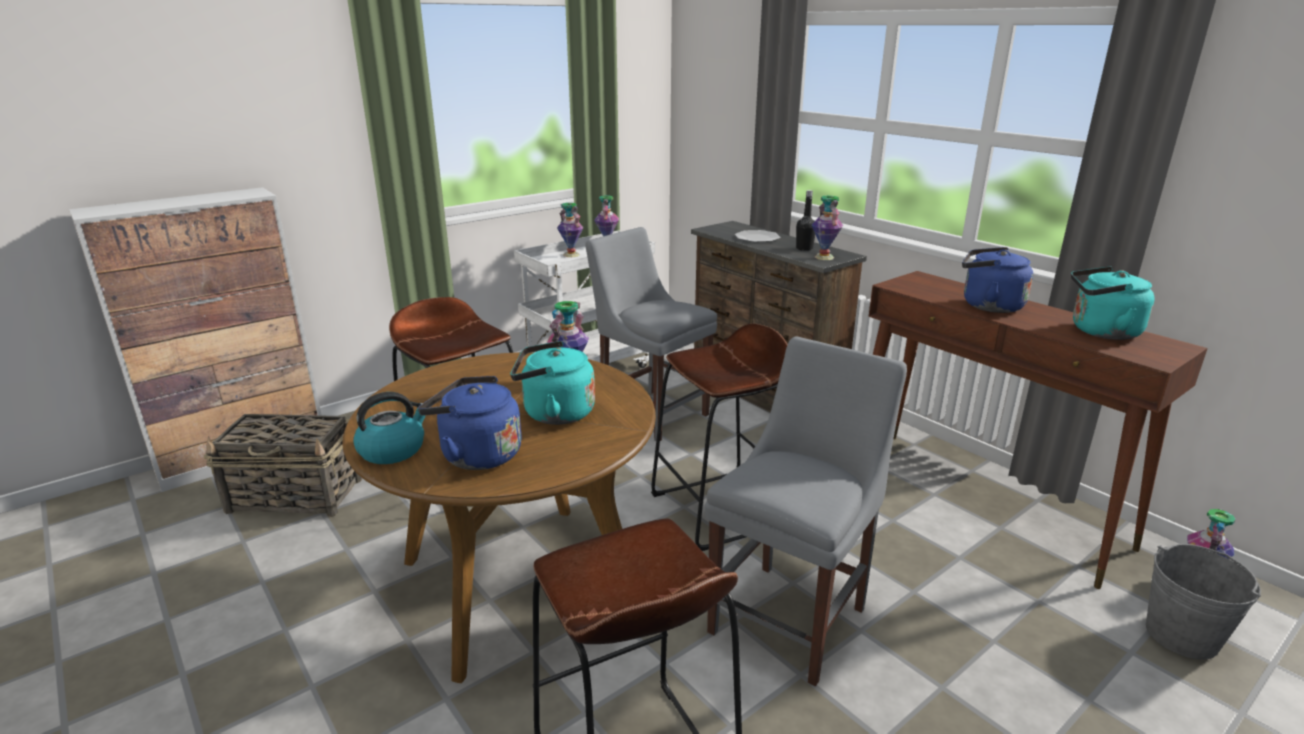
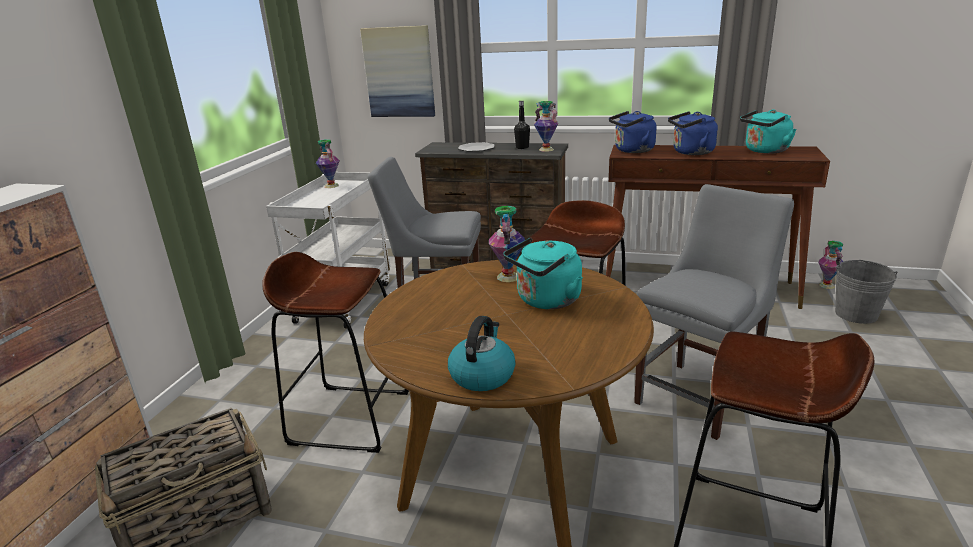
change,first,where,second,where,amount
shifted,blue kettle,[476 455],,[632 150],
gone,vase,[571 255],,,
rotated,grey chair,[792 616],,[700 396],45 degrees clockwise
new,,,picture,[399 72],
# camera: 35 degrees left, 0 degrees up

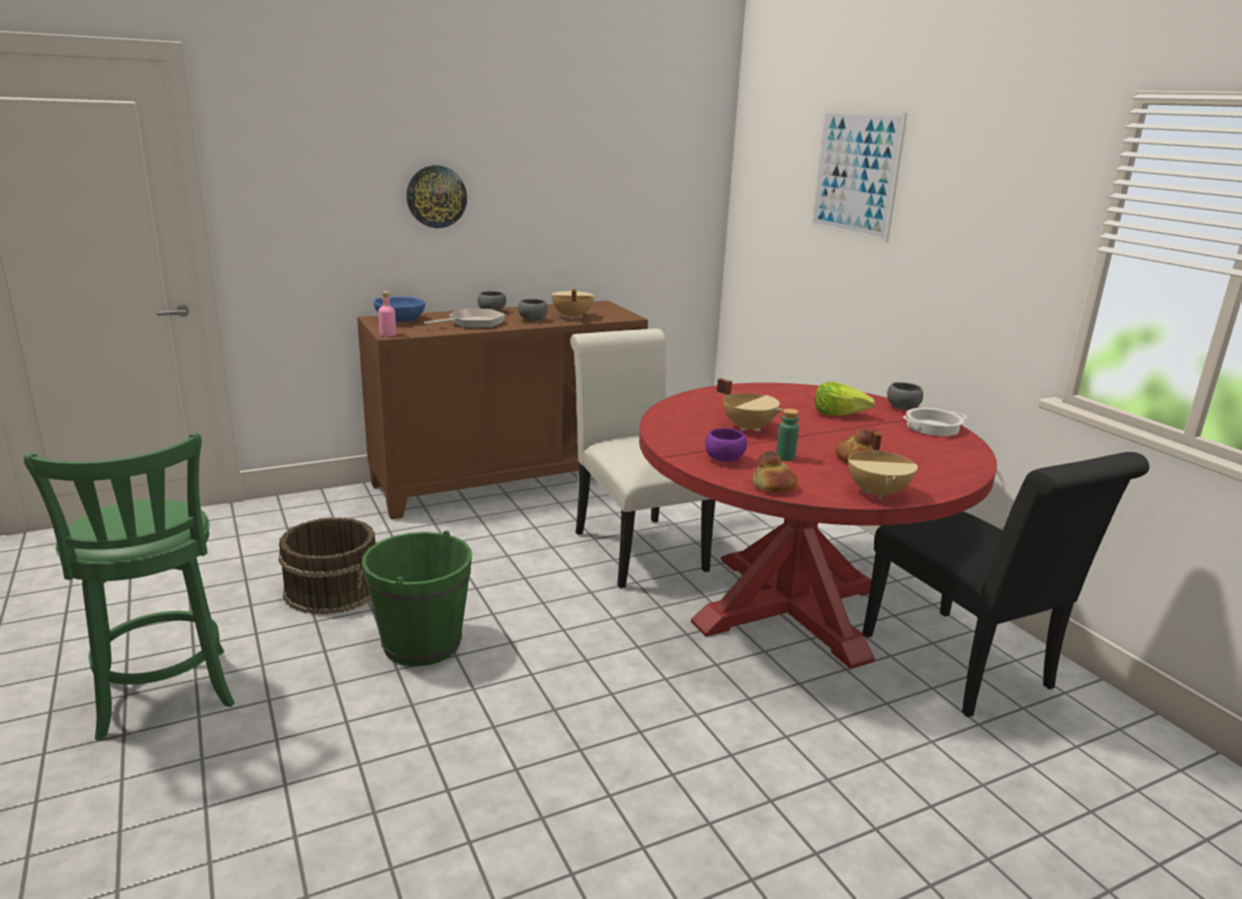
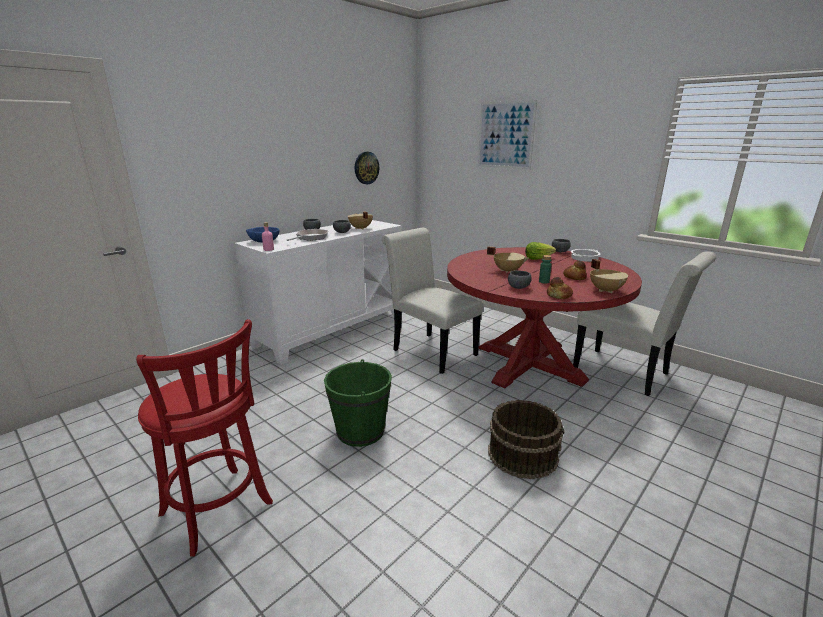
change,first,where,second,where,amount
repainted,green stool,[164 697],red stool,[219 512],
shifted,brown bucket,[333 589],,[522 454],
repainted,brown cabinet,[507 480],white cabinet,[331 330],
shifted,wall clock,[436 196],,[366 168],
repainted,purple bowl,[725 459],grey bowl,[519 287],
repainted,black chair,[964 668],white chair,[626 374],
# camera: 20 degrees left, 0 degrees up

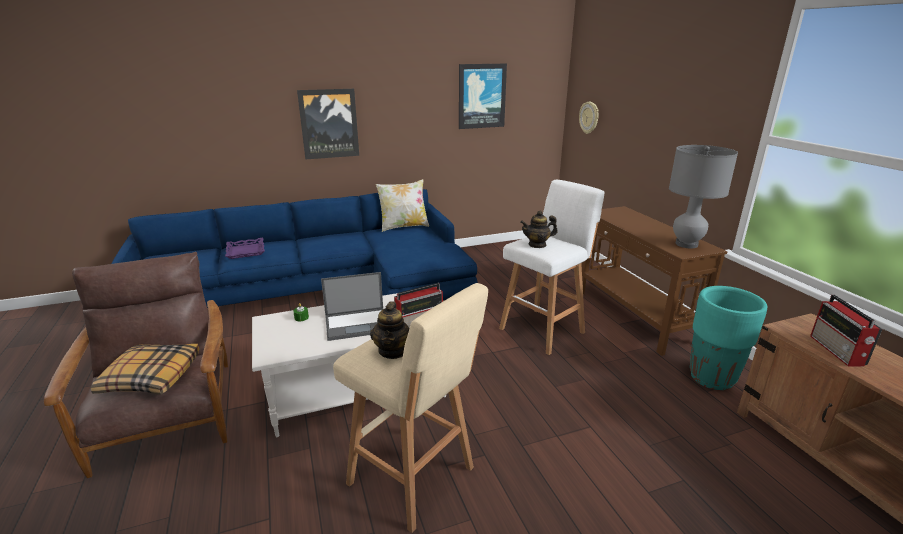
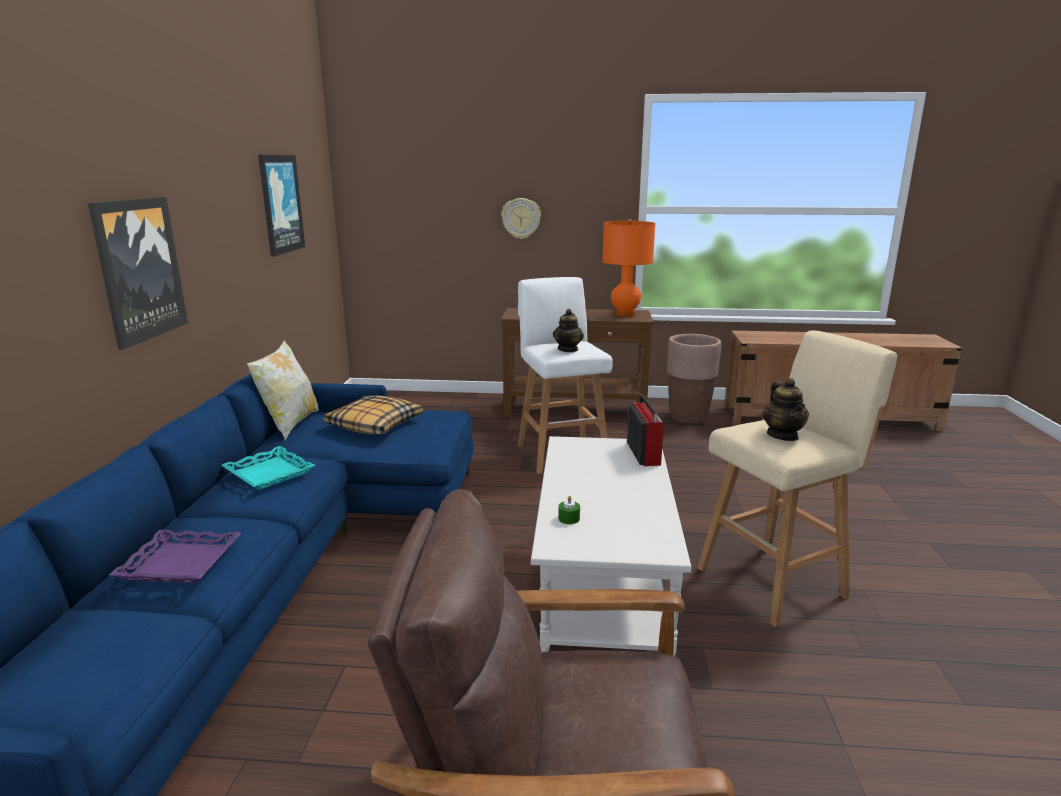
change,first,where,second,where,amount
shifted,pillow,[151 377],,[374 425],
gone,laptop,[357 324],,,
rotated,teapot,[392 351],,[783 435],60 degrees clockwise
shifted,wall clock,[589 117],,[521 218],
repainted,grey table lamp,[686 244],orange table lamp,[625 314],
repainted,turquoise planter,[712 378],brown planter,[688 417],
gone,radio,[837 351],,,
new,,,turquoise tray,[268 473],
# camera: 65 degrees left, 5 degrees down

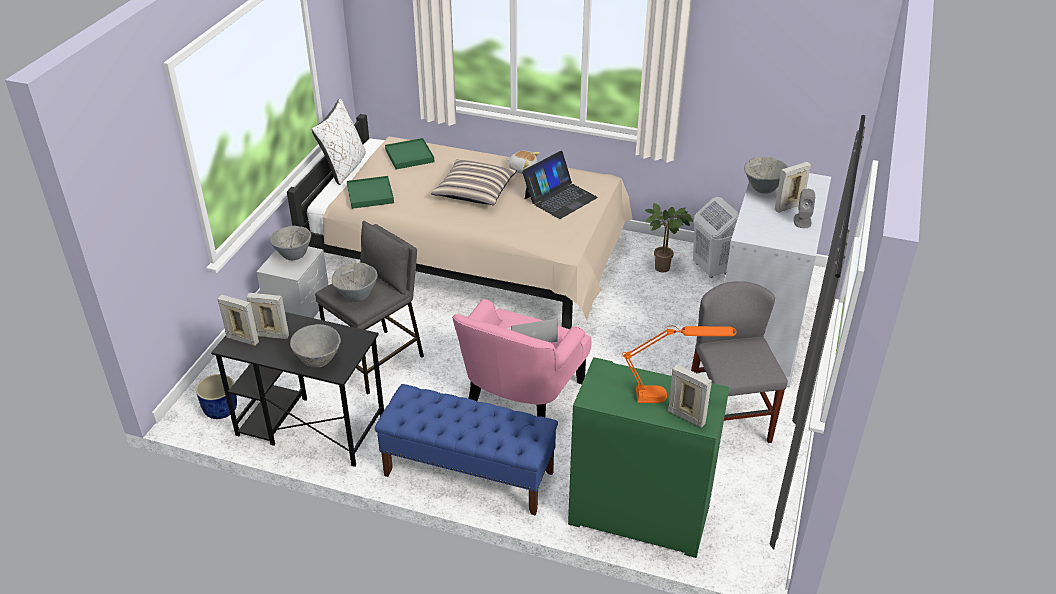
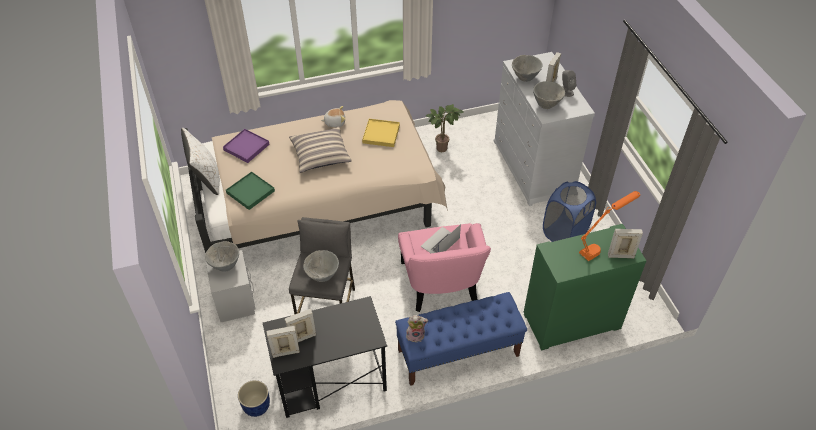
change,first,where,second,where,amount
shifted,grey bowl,[318 361],,[546 104],
repainted,green tray,[409 156],purple tray,[246 147],
swapped,laptop,[560 198],yellow tray,[381 134],
swapped,grey chair,[728 419],blue laundry basket,[564 233],
gone,white laundry basket,[711 269],,,
new,,,plush toy,[416 335],
# camera: 35 degrees left, 10 degrees up

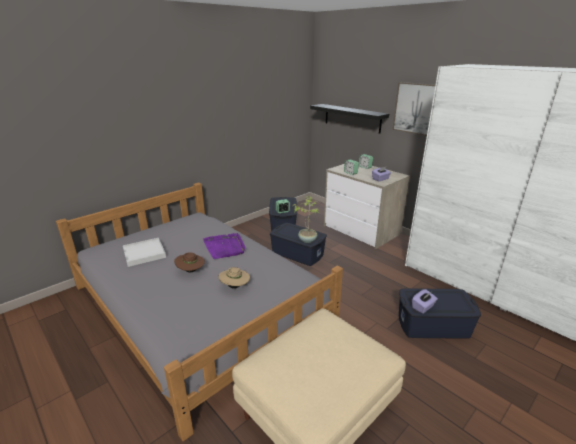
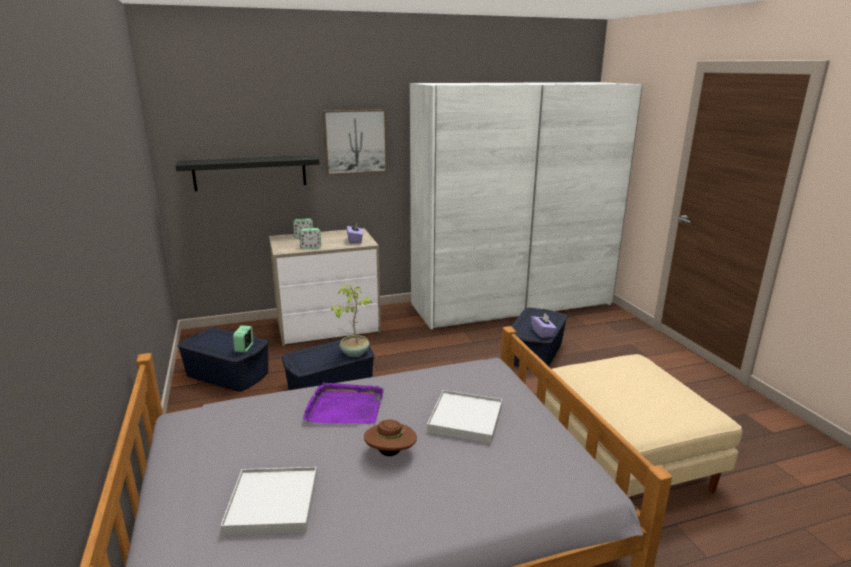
change,first,where,second,where,amount
swapped,beige hat,[235 287],white tray,[465 419],
# camera: 65 degrees left, 5 degrees down

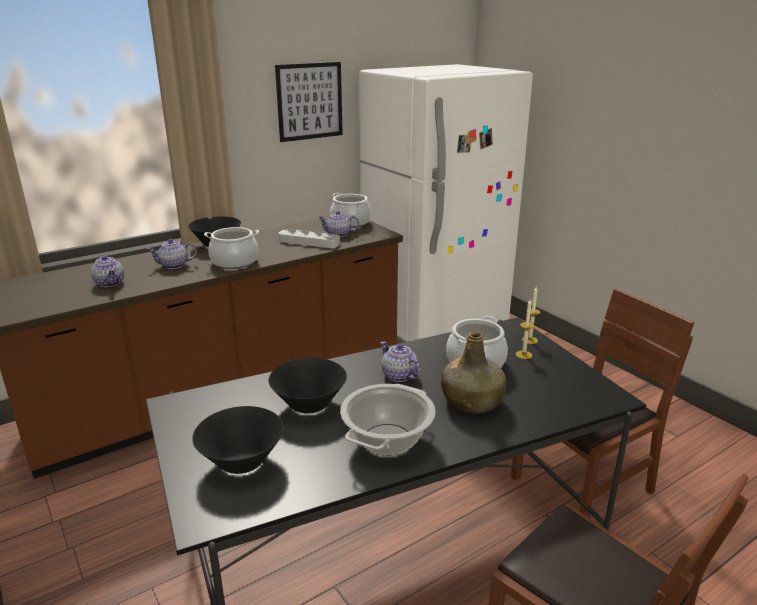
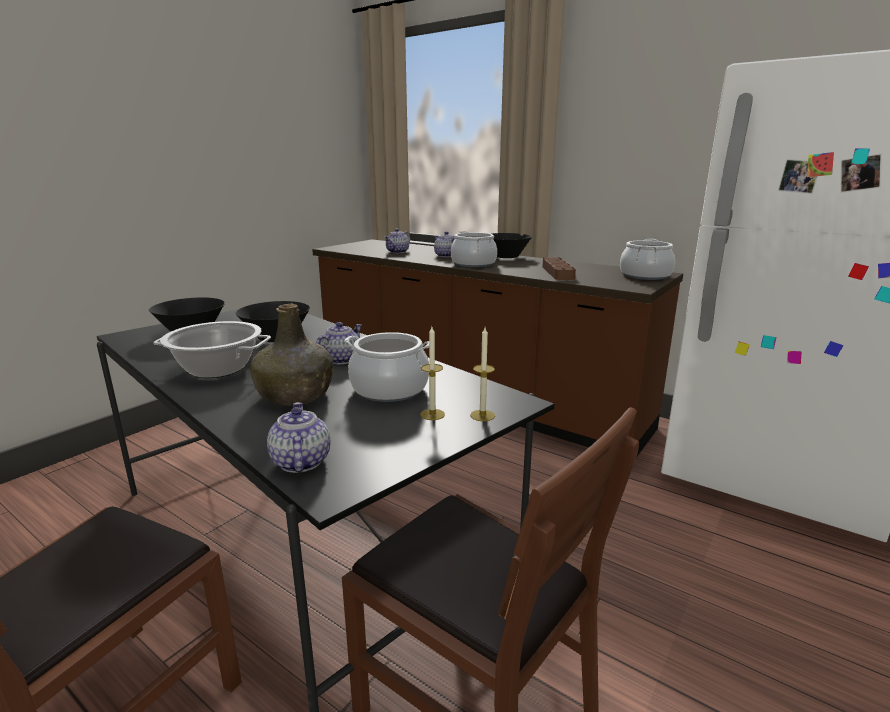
change,first,where,second,where,amount
gone,picture,[310 101],,,
repainted,grey tray,[309 242],brown tray,[557 272],
shifted,teapot,[338 234],,[300 461],
# camera: 70 degrees right, 5 degrees down

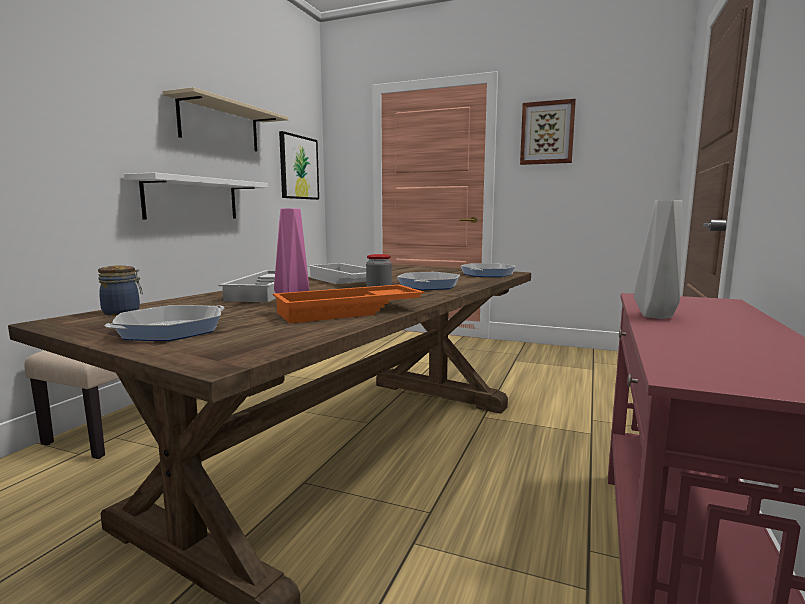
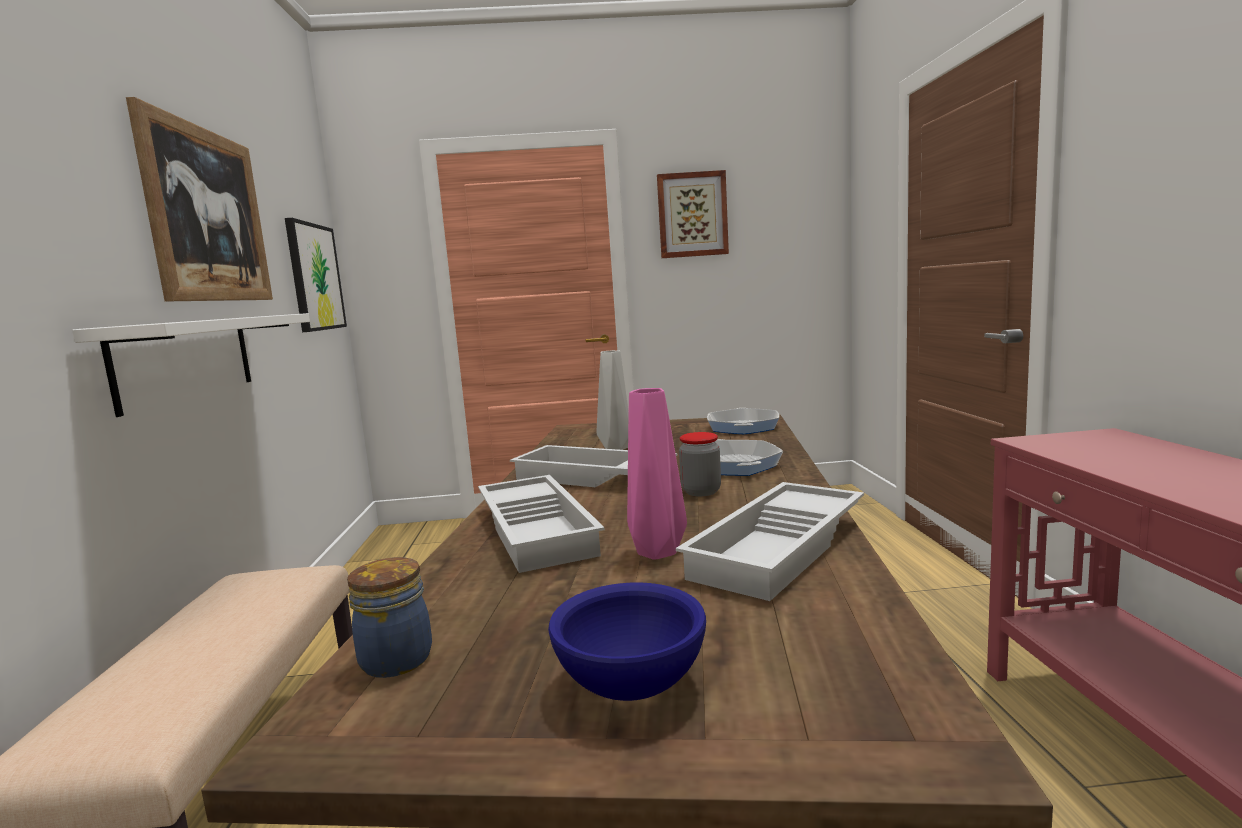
change,first,where,second,where,amount
swapped,frying pan,[170 330],blue bowl,[630 684],
swapped,beige shelf,[220 126],picture,[208 215],
repainted,orange tray,[349 312],white tray,[781 549],
shifted,grey vase,[657 316],,[617 448],
# camera: 25 degrees left, 0 degrees up

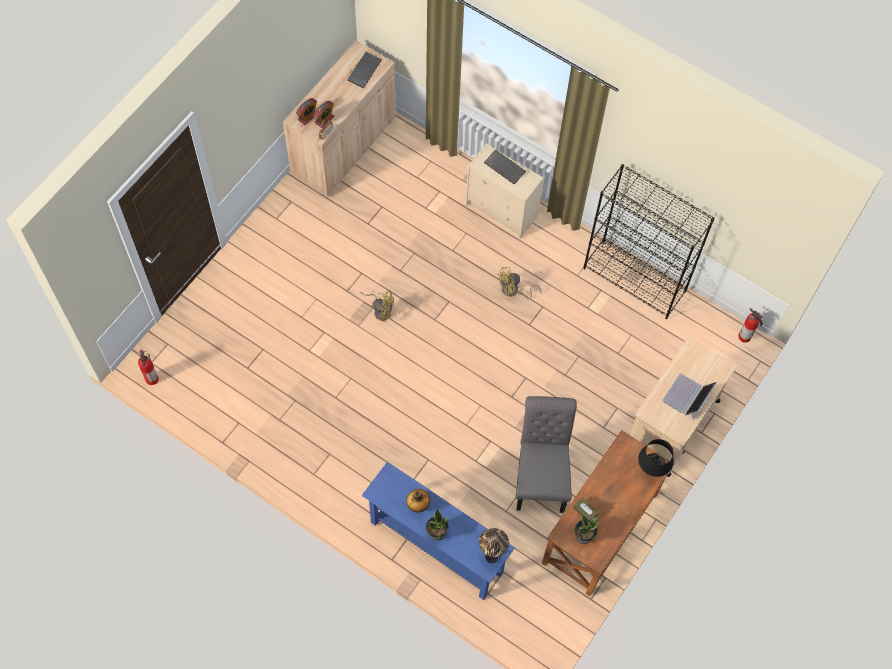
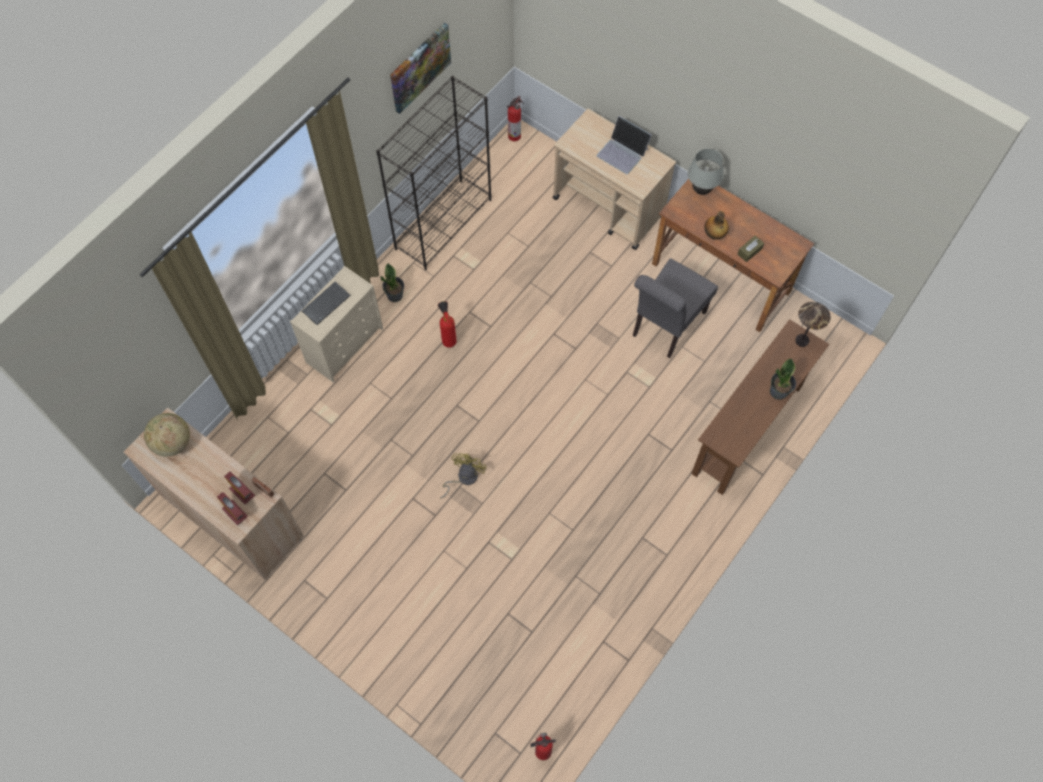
change,first,where,second,where,amount
swapped,keyboard,[364 70],globe,[172 443],
repainted,blue console table,[436 547],brown console table,[747 430],
shifted,bottle,[418 504],,[714 235],
swapped,yellow fan,[513 291],fire extinguisher,[448 339],
rotated,grey chair,[540 476],,[665 326],60 degrees counterclockwise
shifted,potted plant,[583 536],,[395 295],
repainted,black table lamp,[651 469],white table lamp,[701 190],
new,,,picture,[419 67],
# camera: 85 degrees left, 0 degrees up

